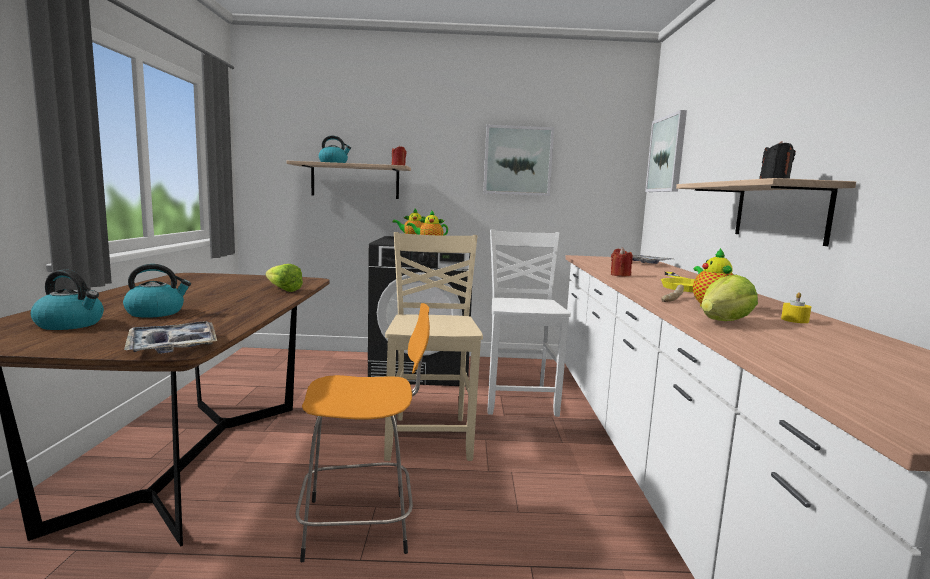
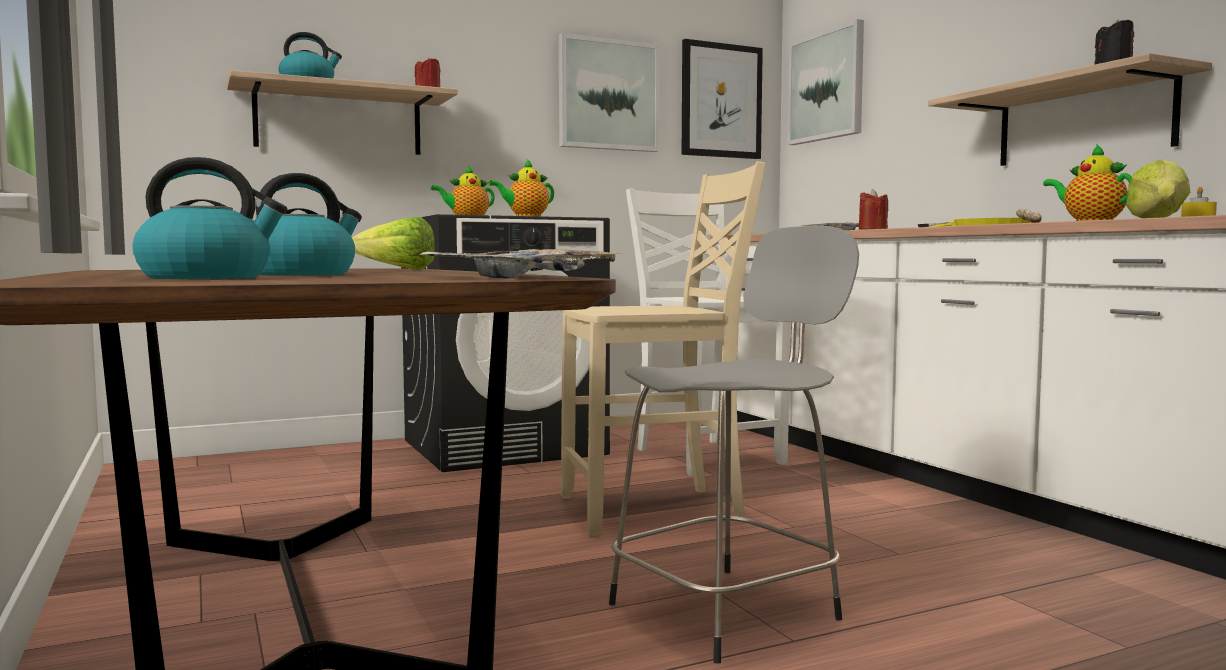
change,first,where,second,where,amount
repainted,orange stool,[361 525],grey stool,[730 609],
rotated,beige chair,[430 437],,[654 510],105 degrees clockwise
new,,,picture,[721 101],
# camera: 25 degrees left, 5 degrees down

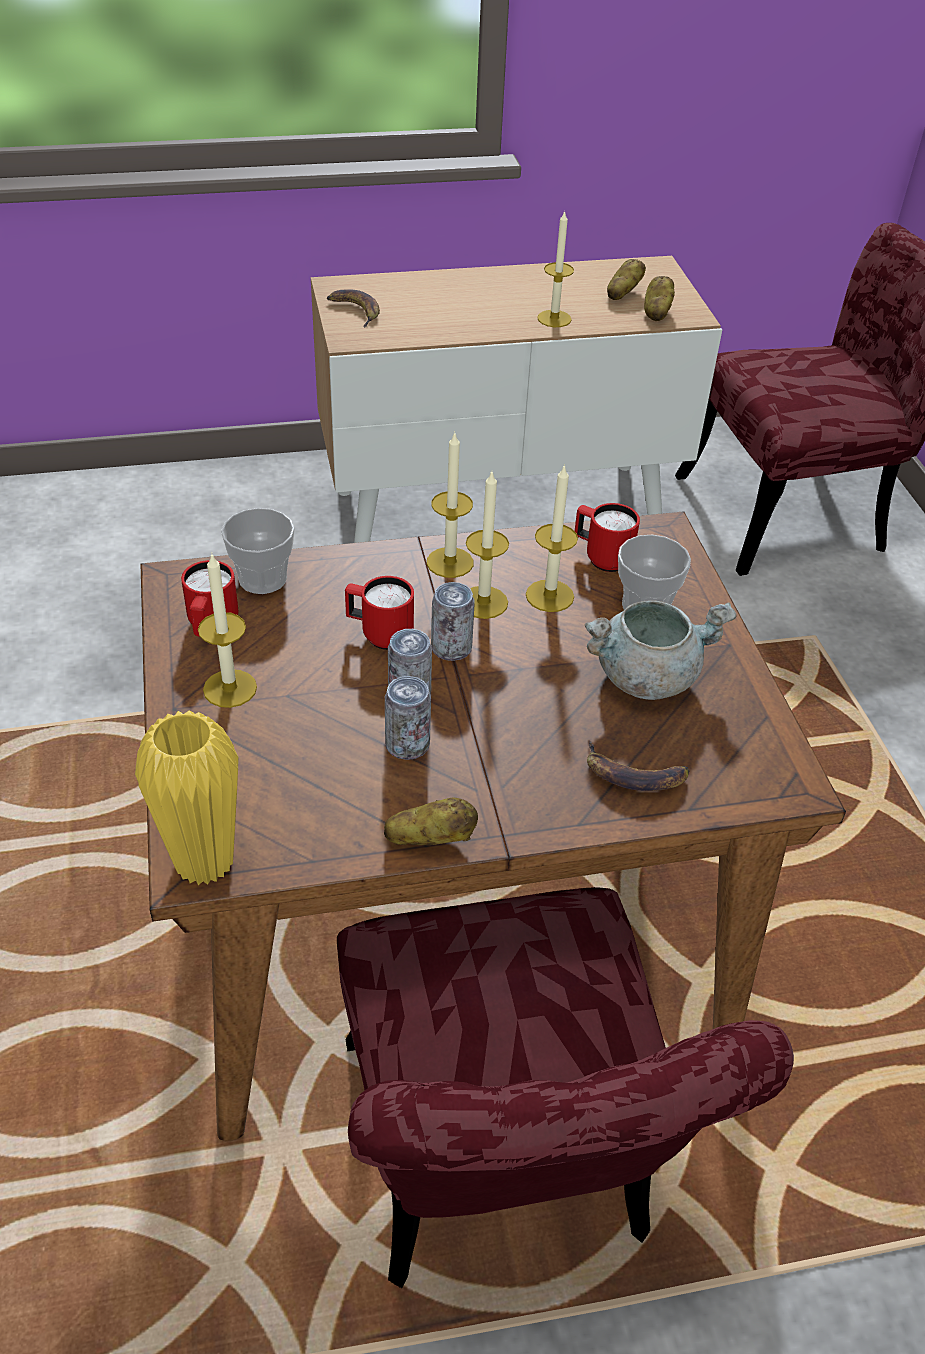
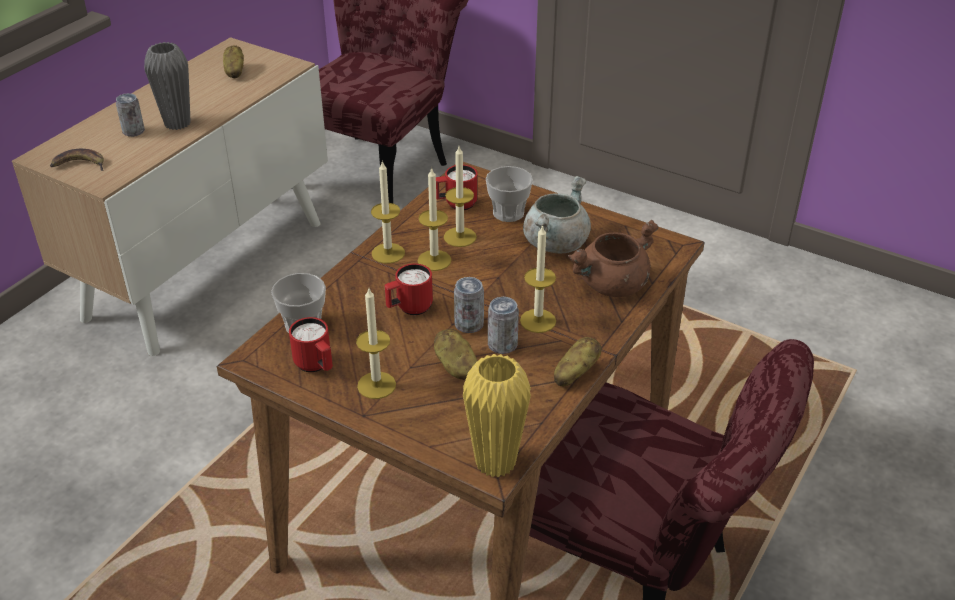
change,first,where,second,where,amount
shifted,can,[451 648],,[133 131],
shifted,candle,[554 318],,[538 321],
swapped,banana,[634 774],brown cooking pot,[612 286],
shifted,potato,[656 312],,[456 367],
new,,,grey vase,[177 123],
# camera: 45 degrees left, 5 degrees down

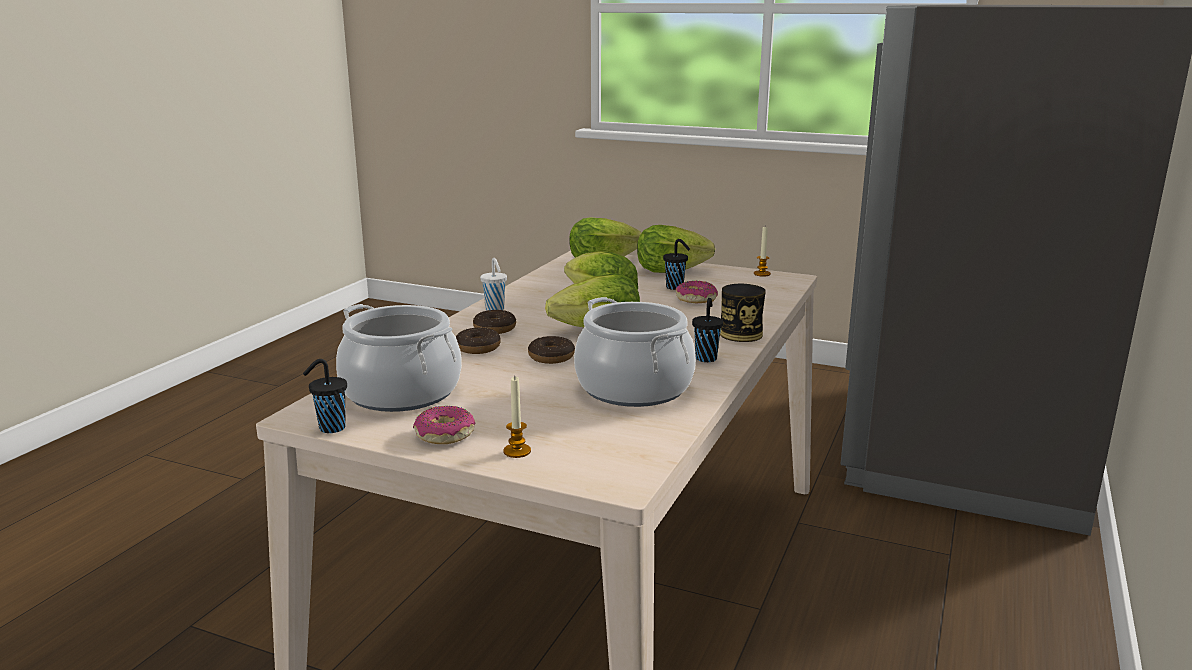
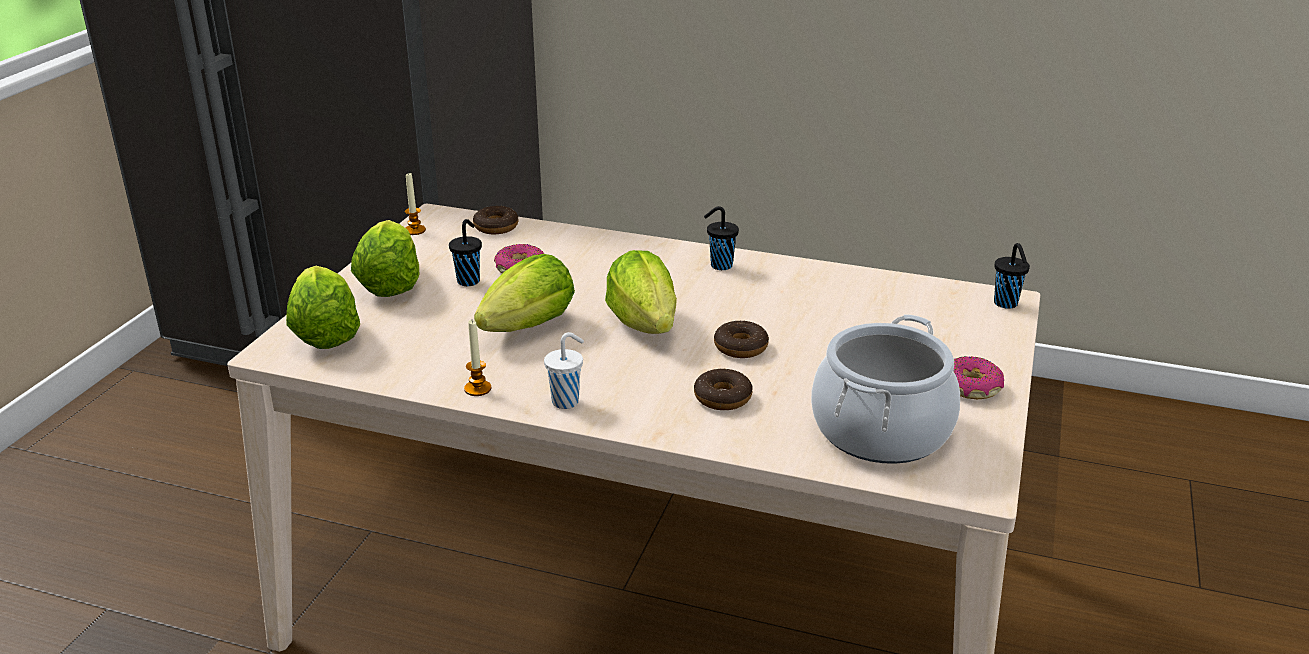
change,first,where,second,where,amount
shifted,black cup,[330 428],,[1006 304],
shifted,donut,[494 329],,[496 227],
shifted,candle,[517 451],,[478 389],
gone,cooking pot,[634 388],,,
gone,can,[741 334],,,
# camera: 95 degrees left, 10 degrees up

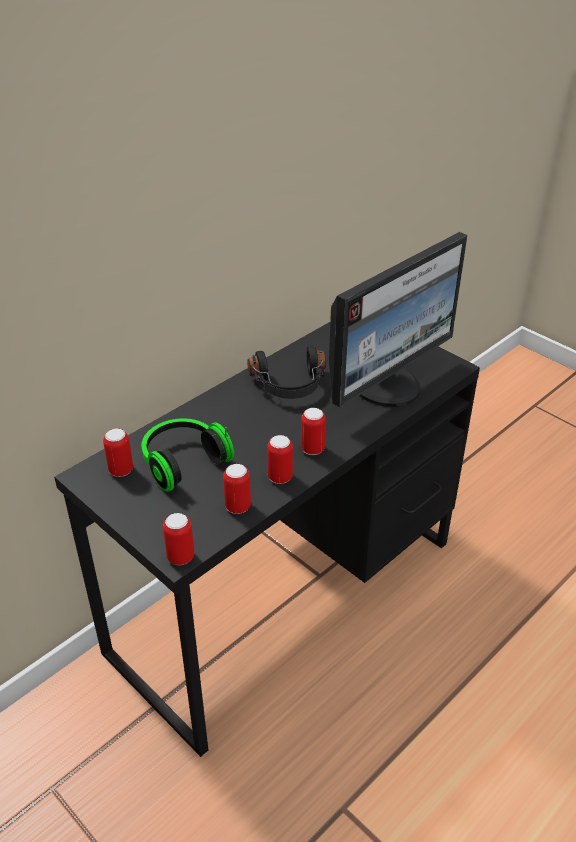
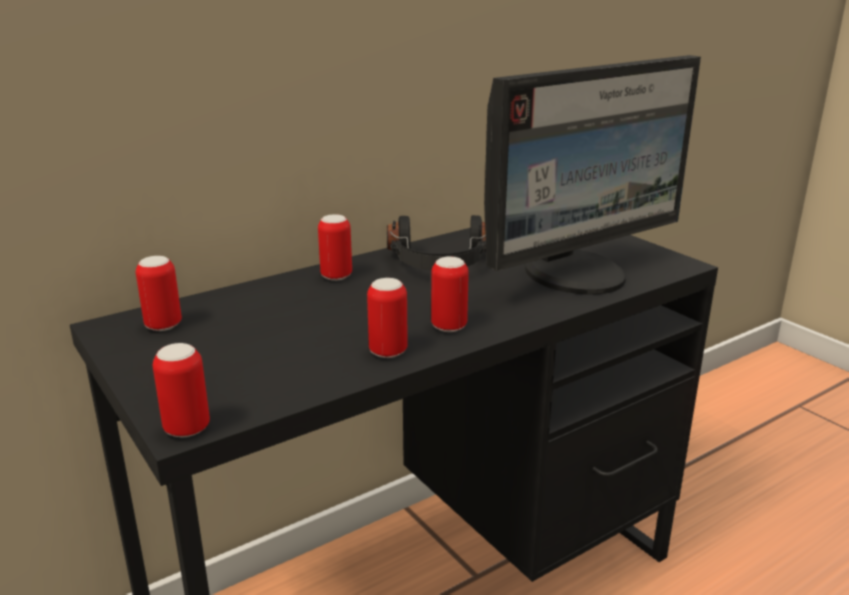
change,first,where,second,where,amount
gone,headphones,[182 461],,,
shifted,can,[238 507],,[336 276],
# camera: 10 degrees right, 15 degrees down

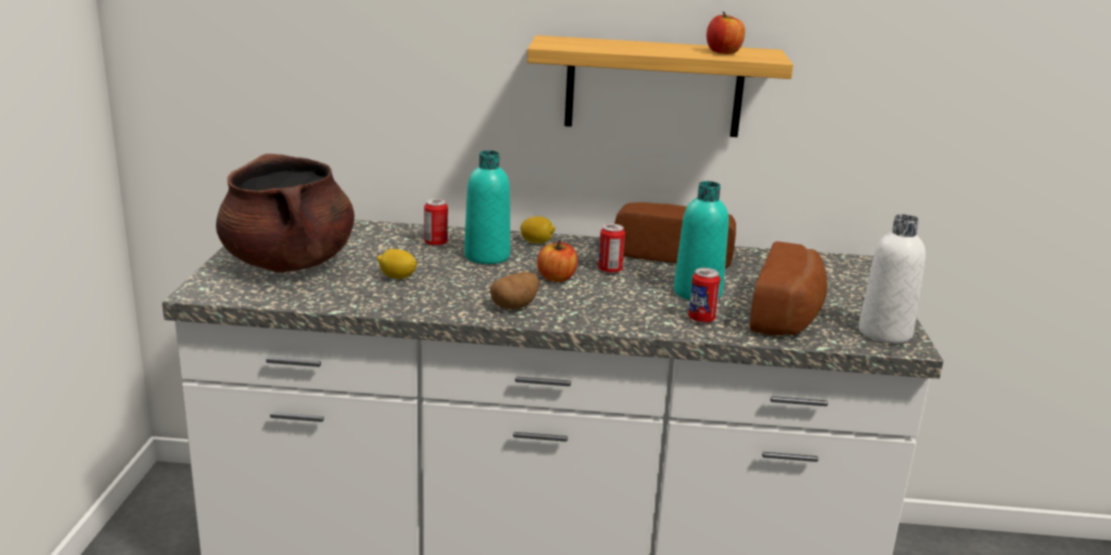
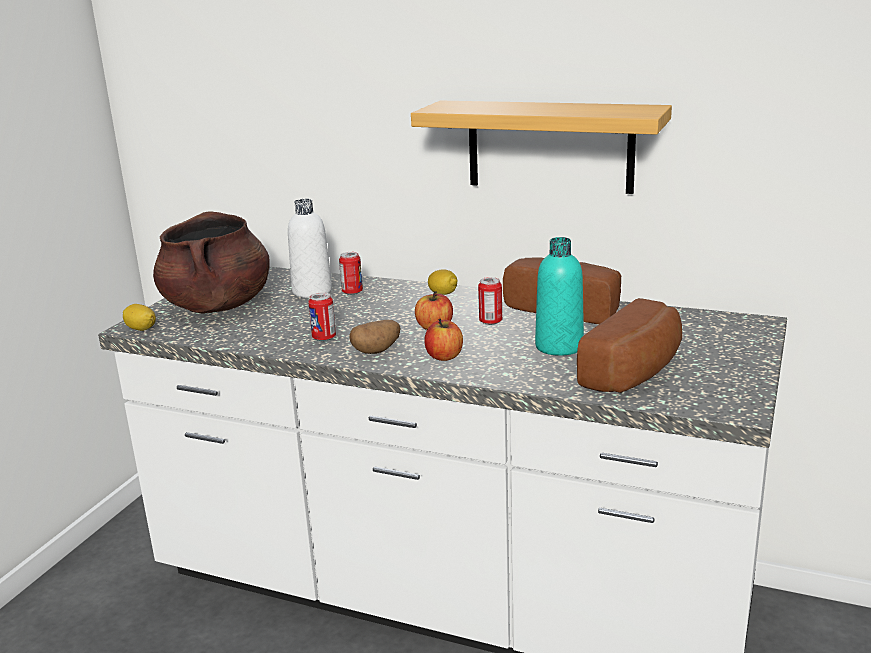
change,first,where,second,where,amount
shifted,lemon,[397 277],,[141 329],
gone,turquoise bottle,[487 256],,,
shifted,can,[701 319],,[324 338],
shifted,apple,[723 52],,[444 356],
shifted,white bottle,[885 333],,[312 291],
# camera: 20 degrees right, 0 degrees up

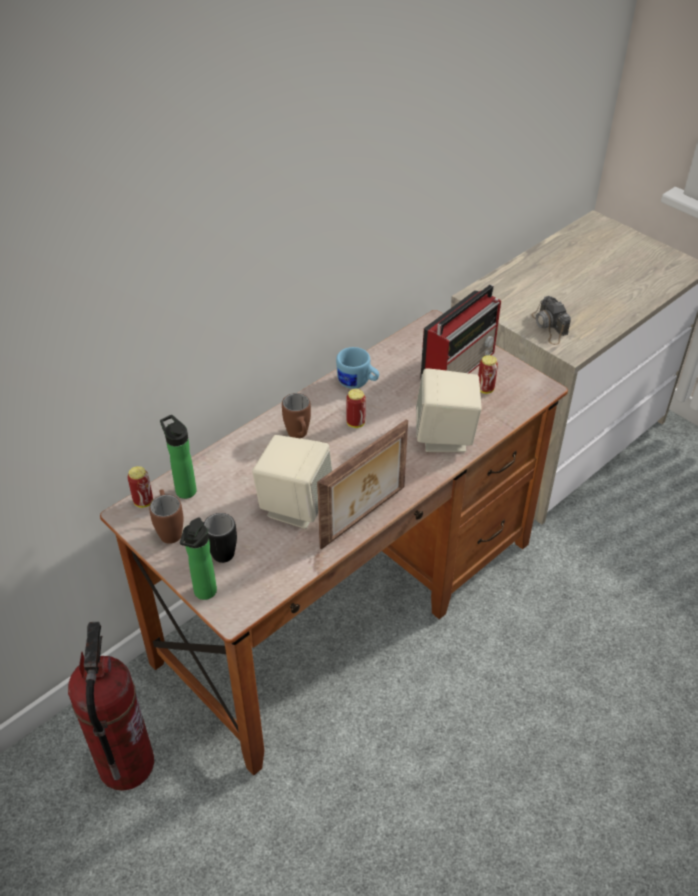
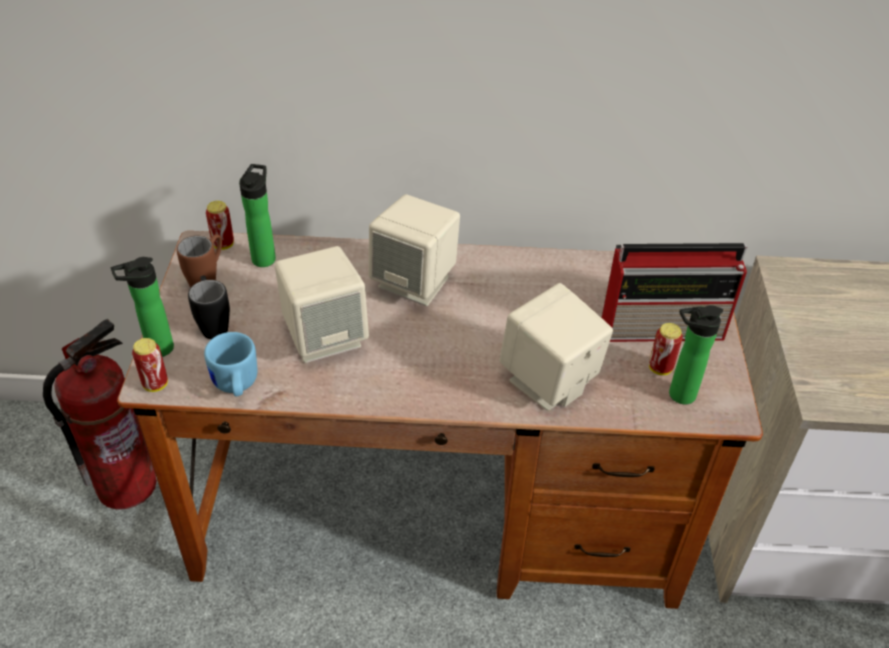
change,first,where,second,where,amount
swapped,brown mug,[299 436],beige speaker,[415 282],
gone,picture frame,[364 518],,,
shifted,blue mug,[357 383],,[235 386],
shifted,can,[355 423],,[155 384],
gone,photo camera,[549 327],,,
new,,,bottle,[677 395],
# camera: 45 degrees right, 0 degrees up

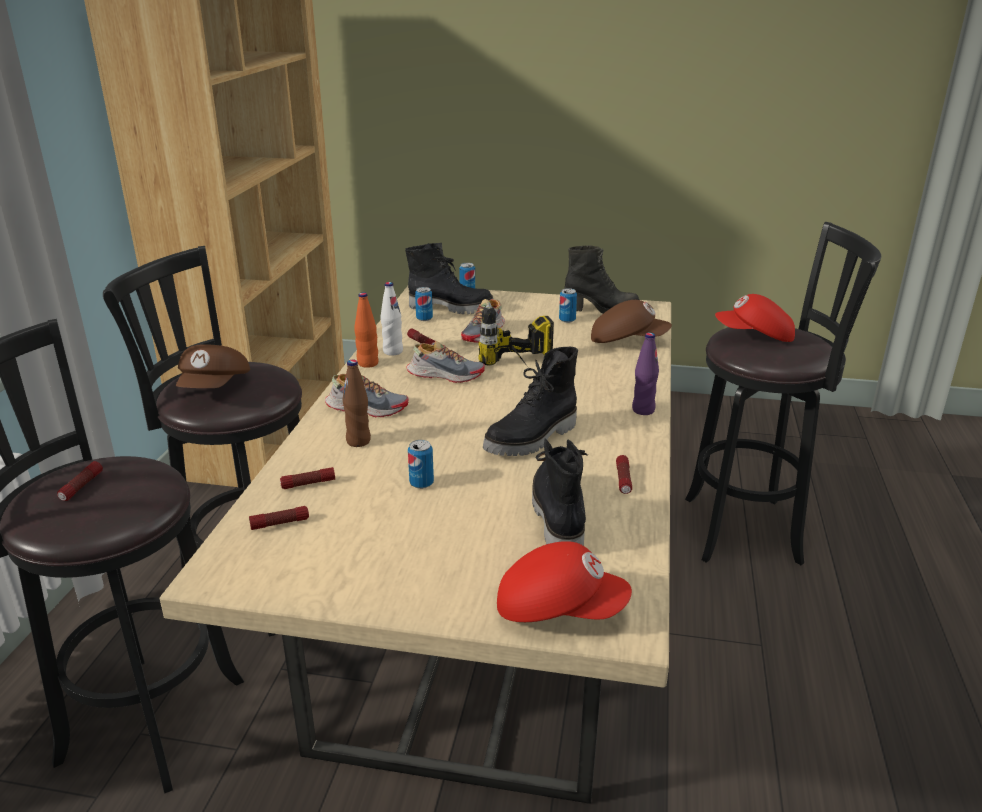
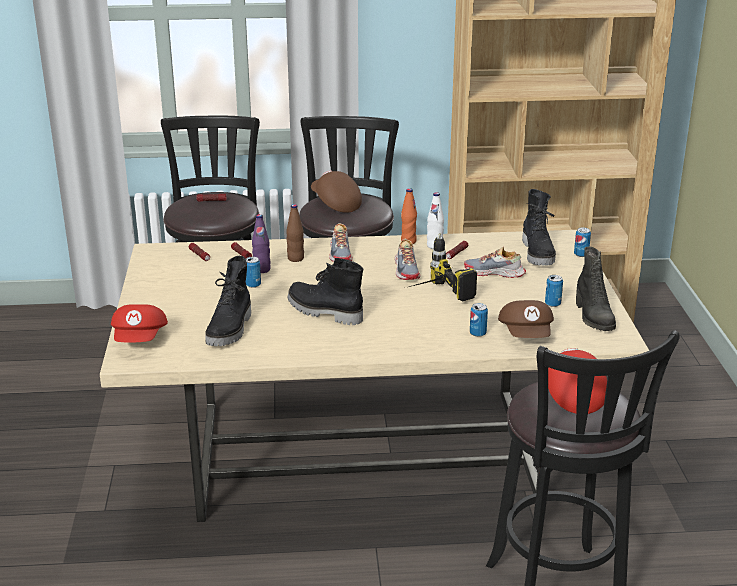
change,first,where,second,where,amount
rotated,brown cap,[215 387],,[335 203],60 degrees clockwise
shifted,can,[424 318],,[477 333],
rotated,black boot,[557 515],,[231 330],120 degrees clockwise
gone,flashlight,[623 480],,,
shifted,purple bottle,[643 410],,[262 270],
# camera: 75 degrees right, 0 degrees up

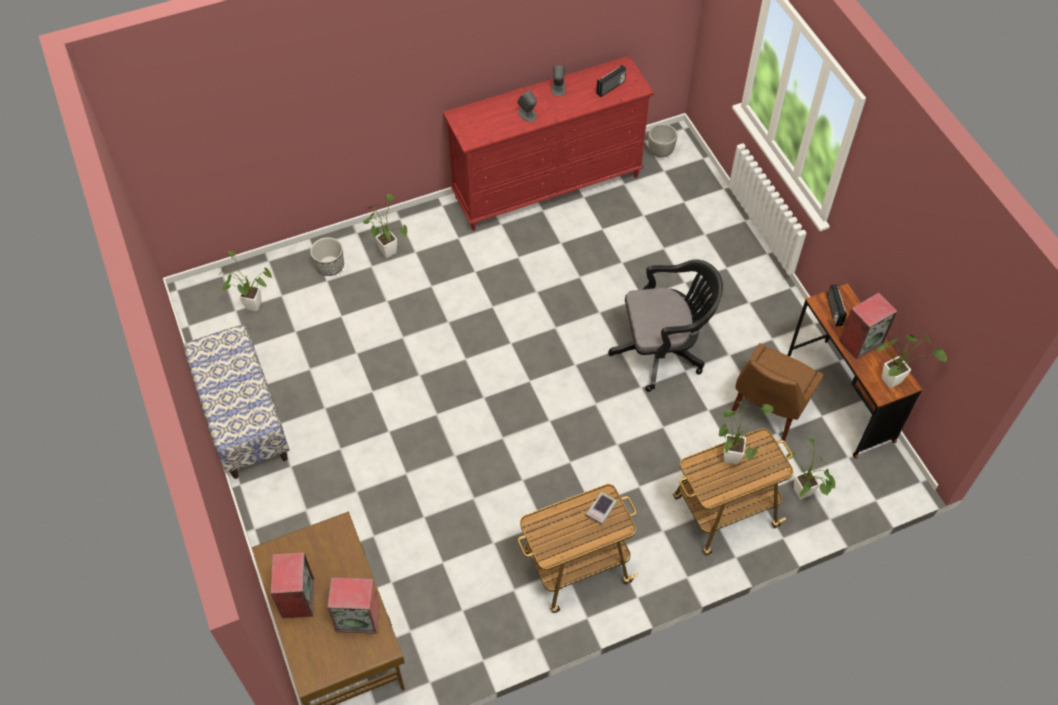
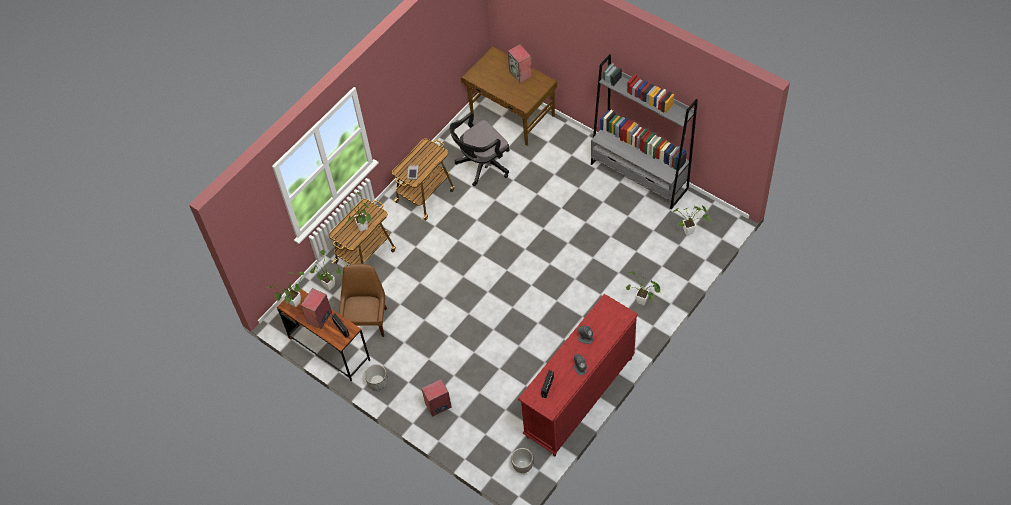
change,first,where,second,where,amount
swapped,bench,[243 418],grey bookcase,[639 176],
shifted,planter,[330 266],,[378 382],
shifted,speaker,[358 617],,[438 406],
shifted,black office chair,[662 351],,[481 165],
# camera: 155 degrees right, 0 degrees up

